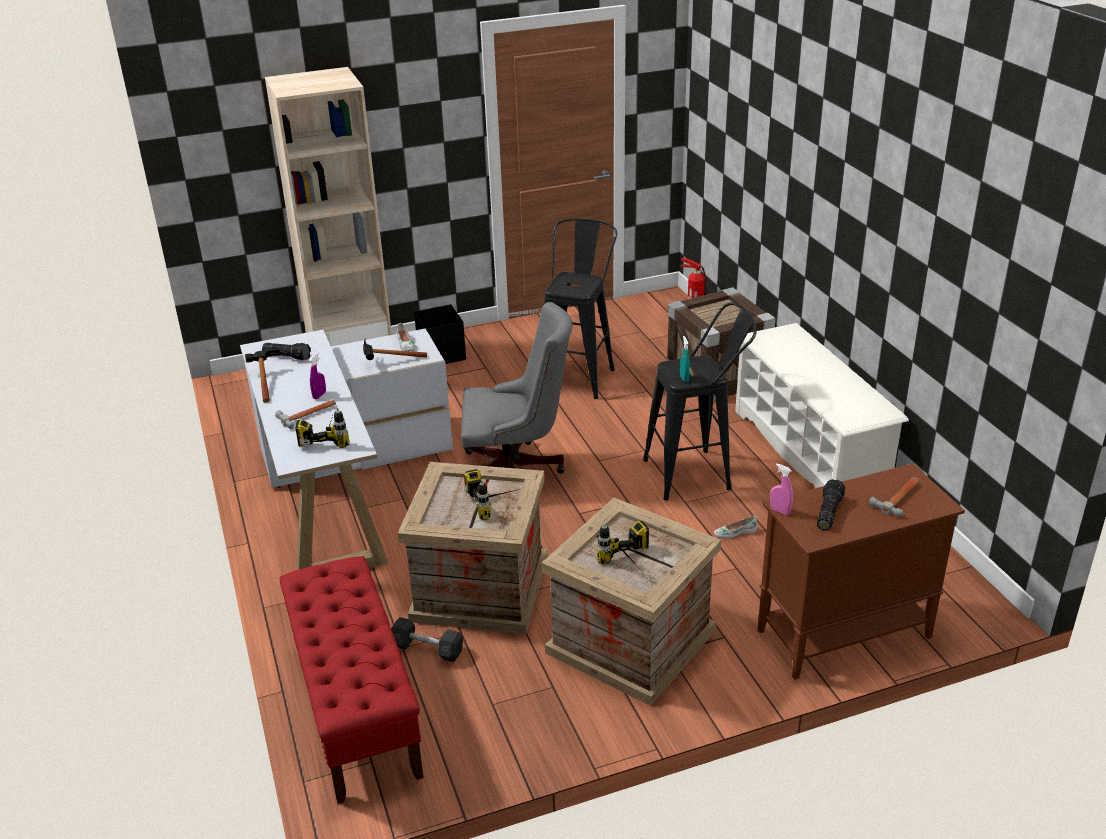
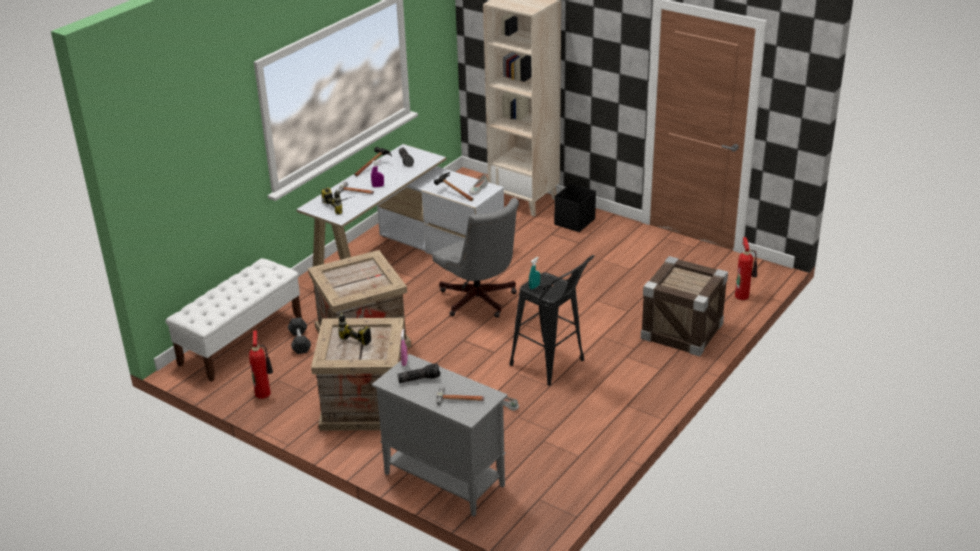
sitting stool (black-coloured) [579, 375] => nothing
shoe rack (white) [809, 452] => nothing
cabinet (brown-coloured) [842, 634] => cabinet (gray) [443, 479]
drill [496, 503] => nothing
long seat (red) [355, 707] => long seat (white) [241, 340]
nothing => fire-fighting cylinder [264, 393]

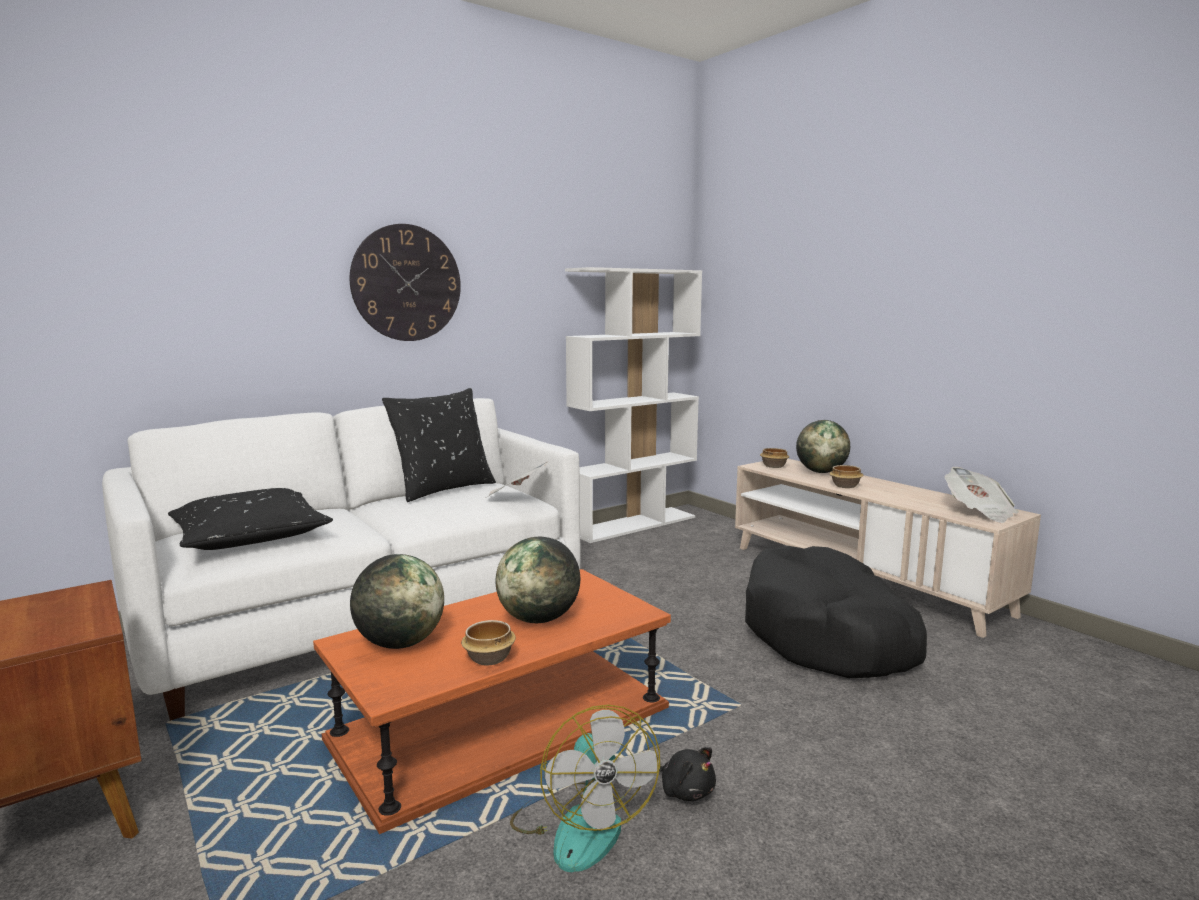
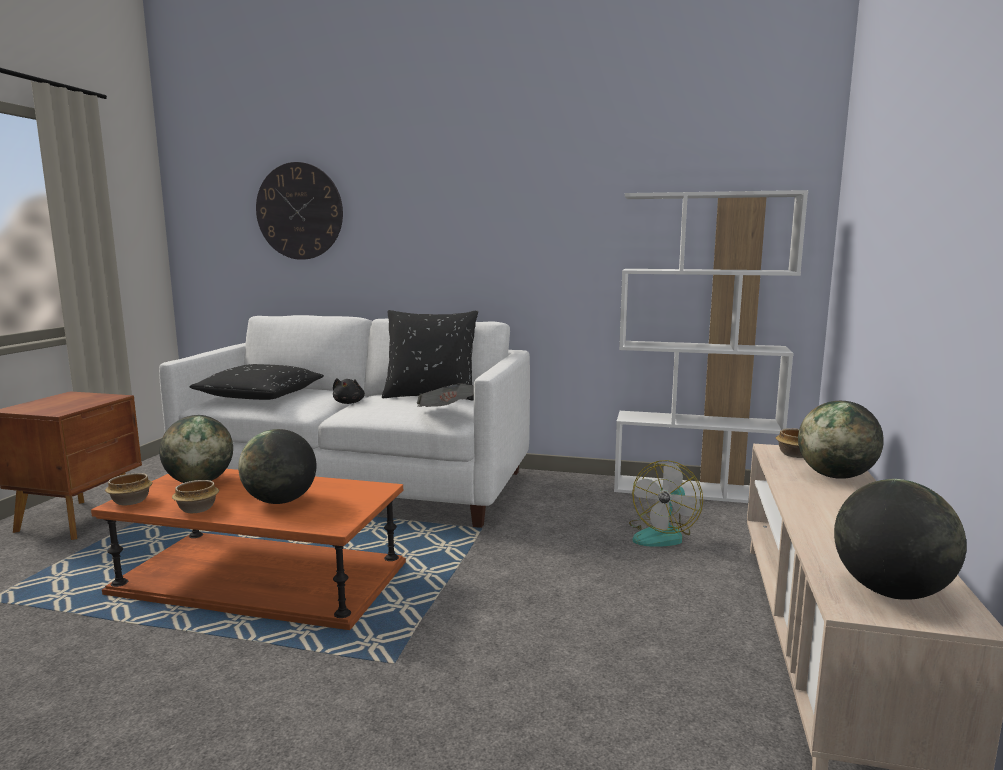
clock on the wall [406, 283] => clock on the wall [299, 211], moved
deep dish [846, 486] => deep dish [130, 502], moved
daily paper [979, 512] => globe [891, 592]
dog cushion (black-coloured) [828, 635] => nothing
electric fan [581, 824] => electric fan [662, 535], moved
soft toy (black-coloured) [685, 790] => soft toy (black-coloured) [349, 403], moved

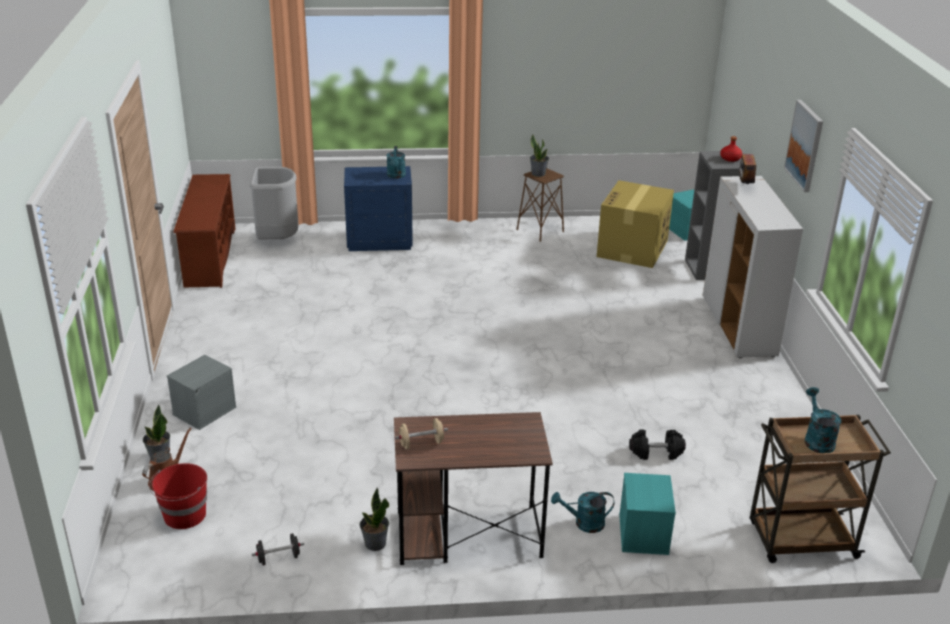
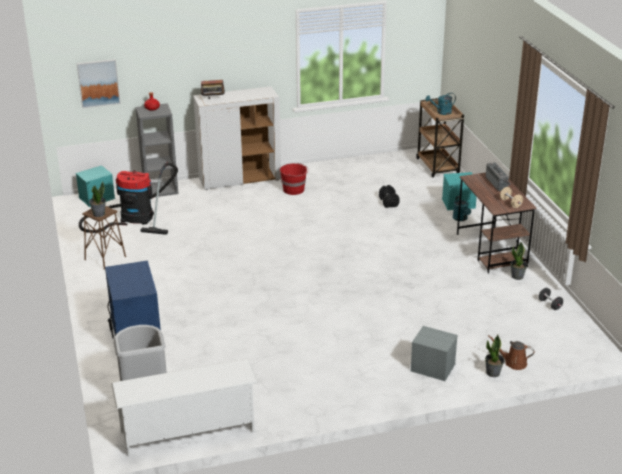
wall picture [805, 145] => wall picture [98, 83], moved
watering can (blue-green) [396, 176] => nothing
shoe rack (brown-coloured) [209, 257] => shoe rack (white) [188, 433]
carton [632, 249] => vacuum cleaner [133, 218]
bucket (red) [184, 516] => bucket (red) [294, 190], moved
nothing => radio receiver [498, 183]

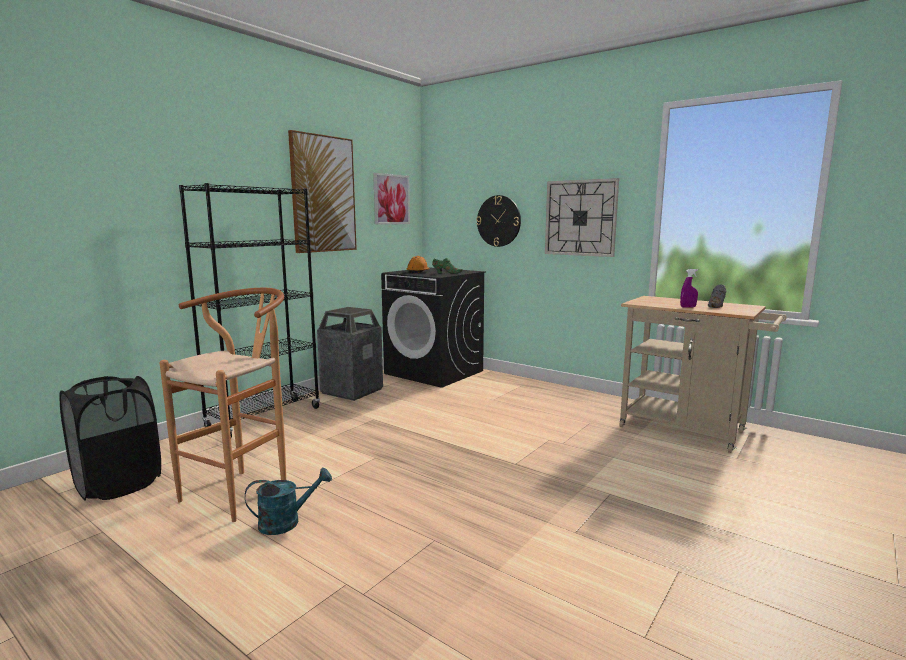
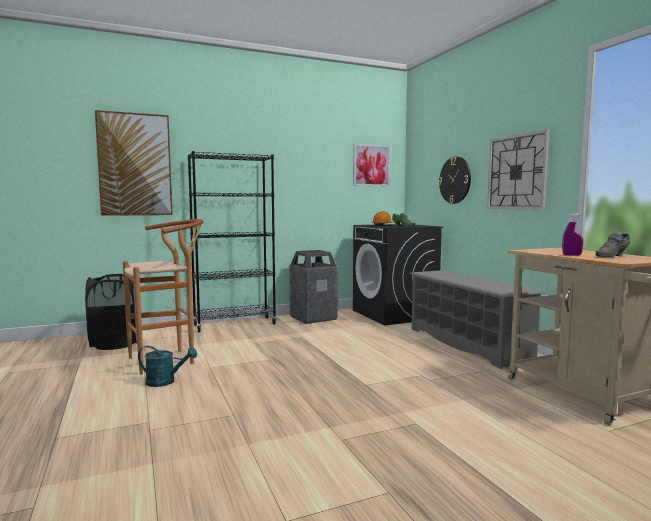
wall picture [323, 194] => wall picture [135, 165], moved
nothing => shoe rack (gray) [467, 344]

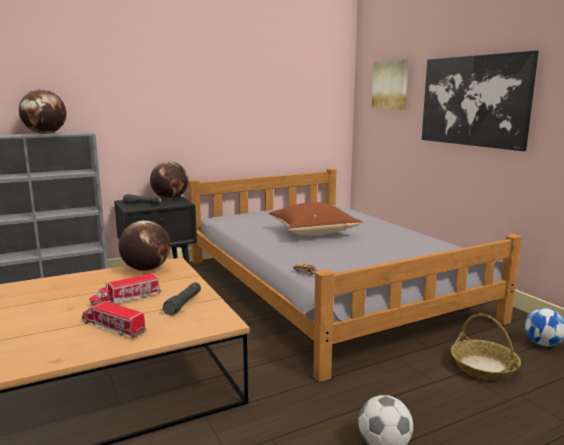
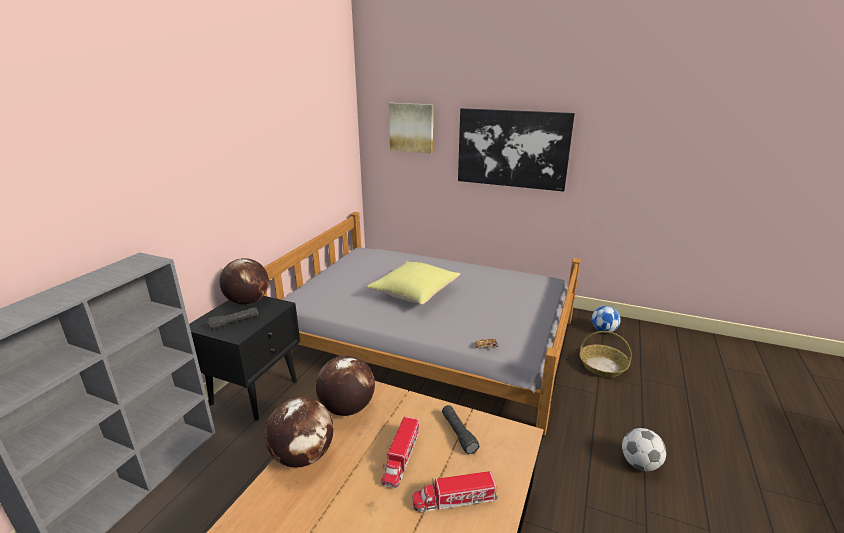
globe [45, 134] => globe [303, 456], moved
throw pillow (brown-coloured) [314, 233] => throw pillow (yellowish) [414, 293]

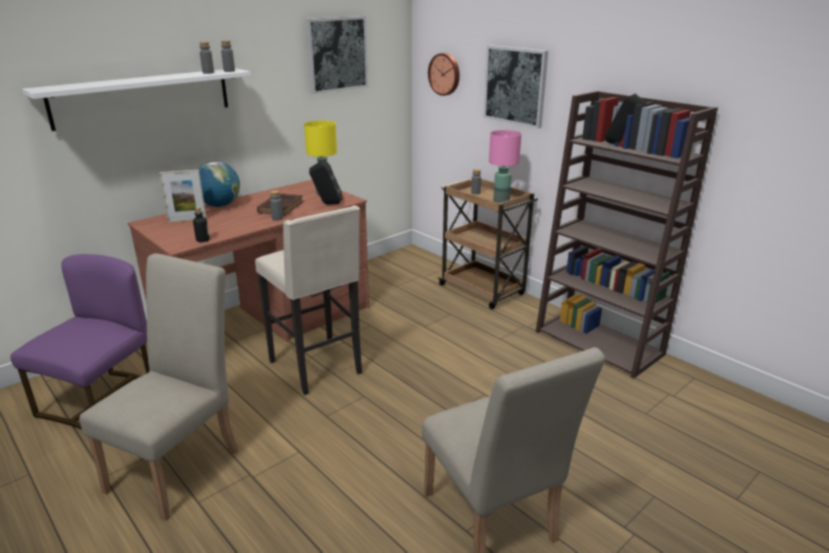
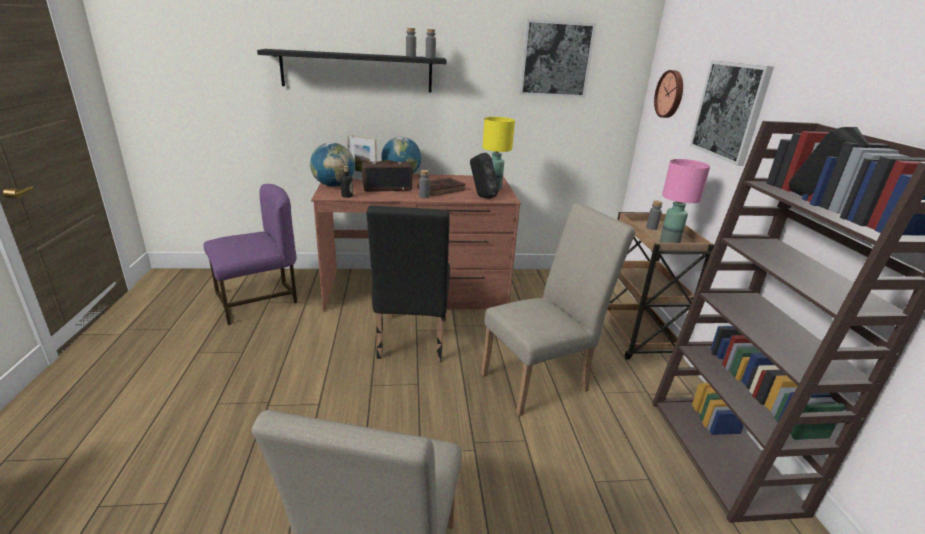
bracket shelf (white) [143, 97] => bracket shelf (black-coloured) [357, 71]
sitting stool (beige-coloured) [318, 368] => plain chair (black-coloured) [411, 342]
plain chair (beige-coloured) [181, 464] => plain chair (beige-coloured) [541, 380], moved
nothing => globe [334, 186]
nothing => radio receiver [387, 188]

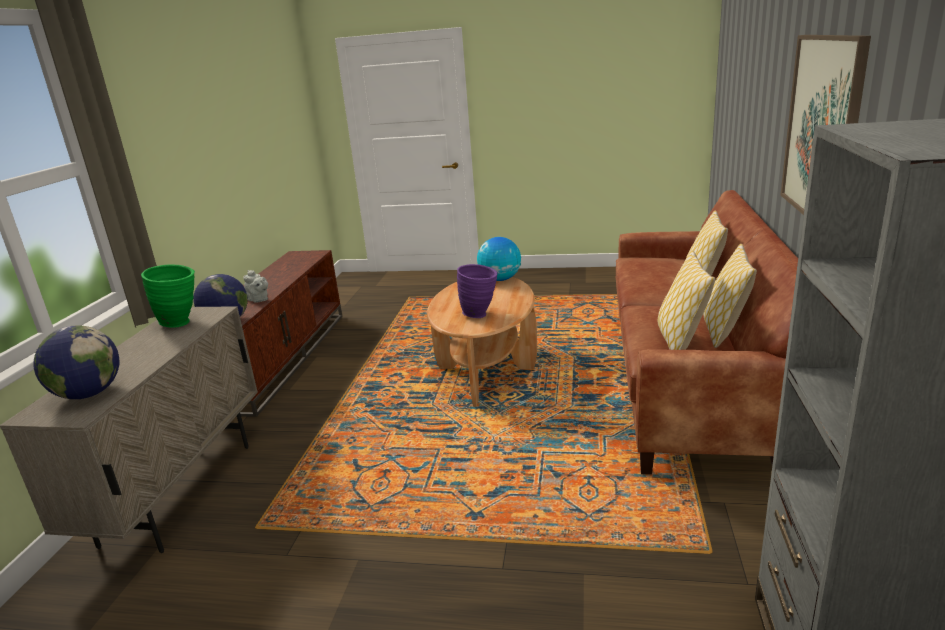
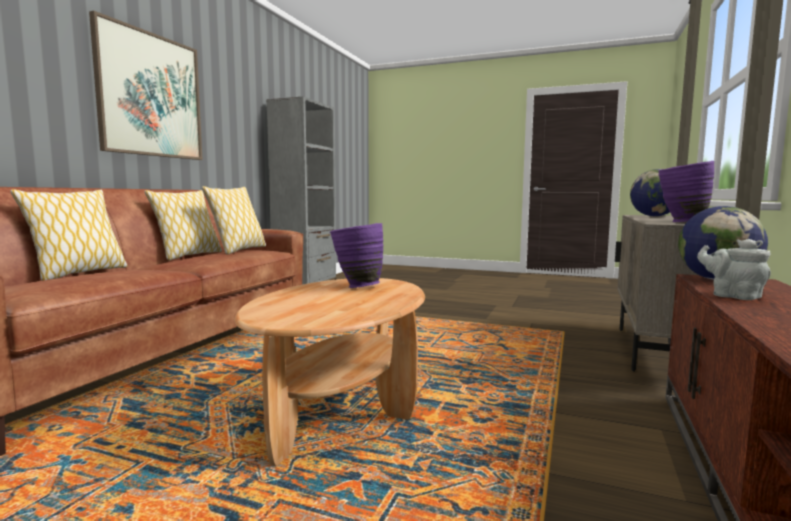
globe [500, 279] => nothing
flower vase (greenish) [182, 323] => flower vase (purple-coloured) [680, 222]

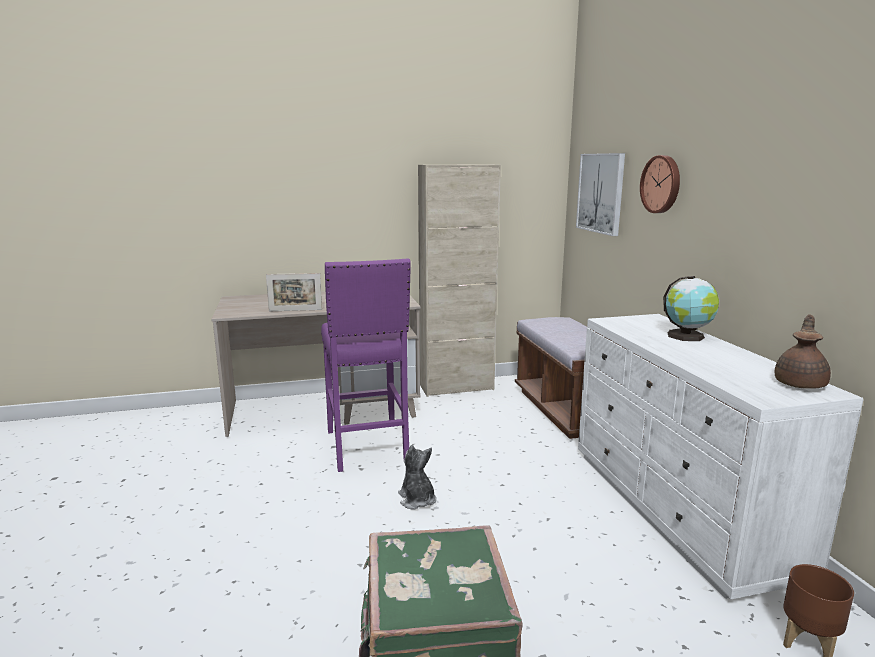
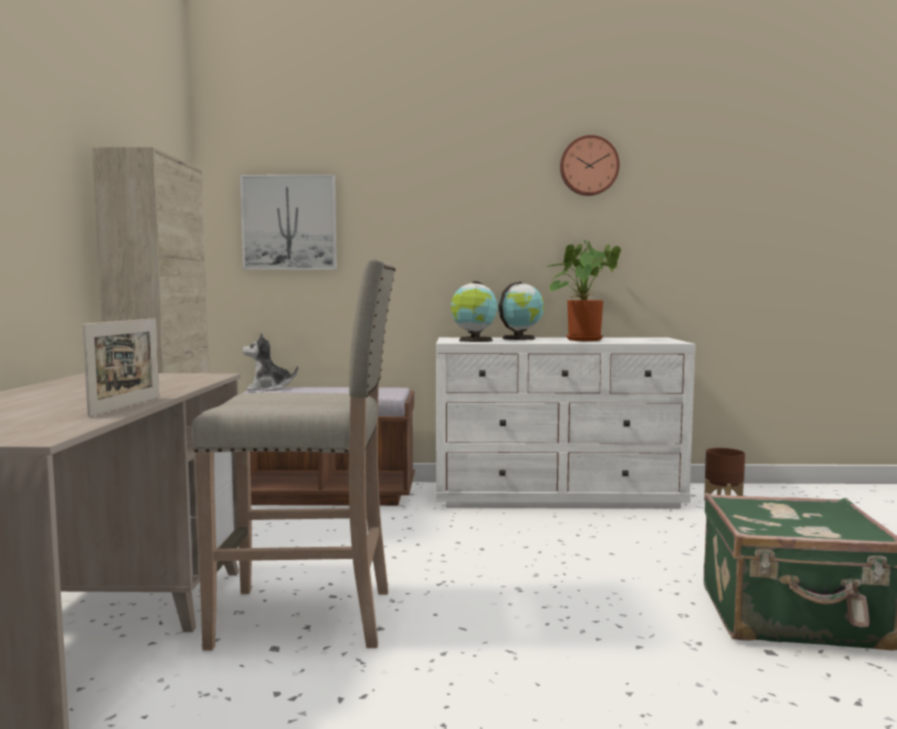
clock on the wall [662, 184] => clock on the wall [588, 166], moved
sitting stool (purple-coloured) [367, 447] => sitting stool (beige-coloured) [308, 618]
teapot (brown-coloured) [800, 383] => nothing
soft toy [417, 500] => soft toy [268, 388], moved
nothing => plant in a pot [582, 339]
nothing => globe [474, 340]

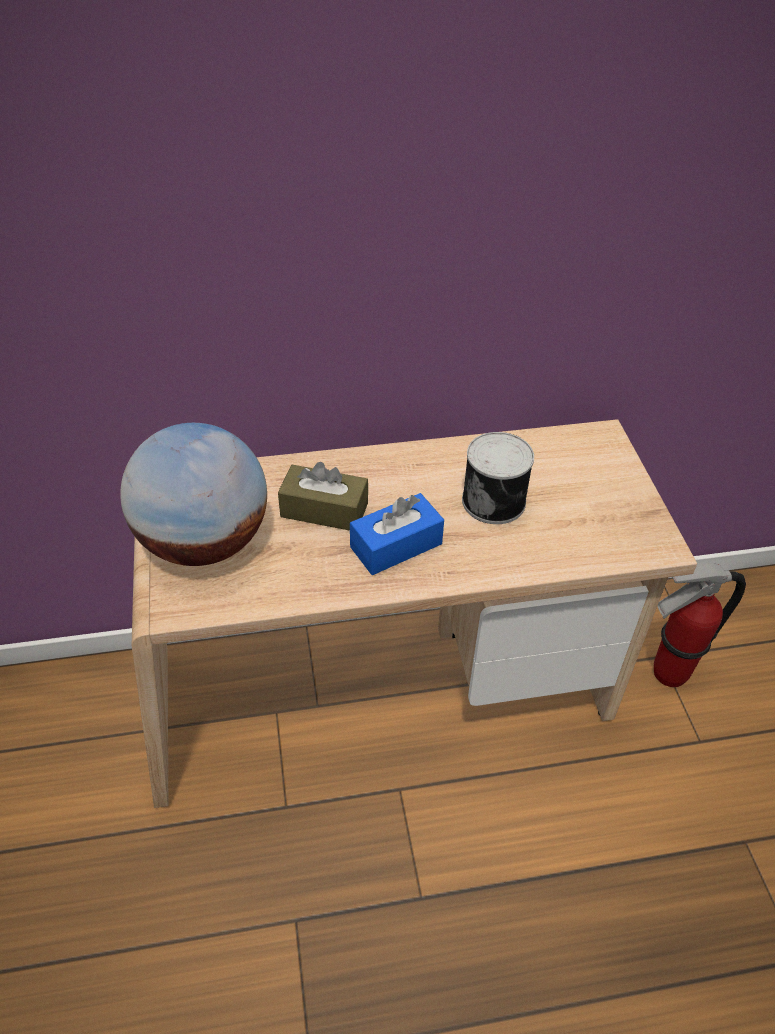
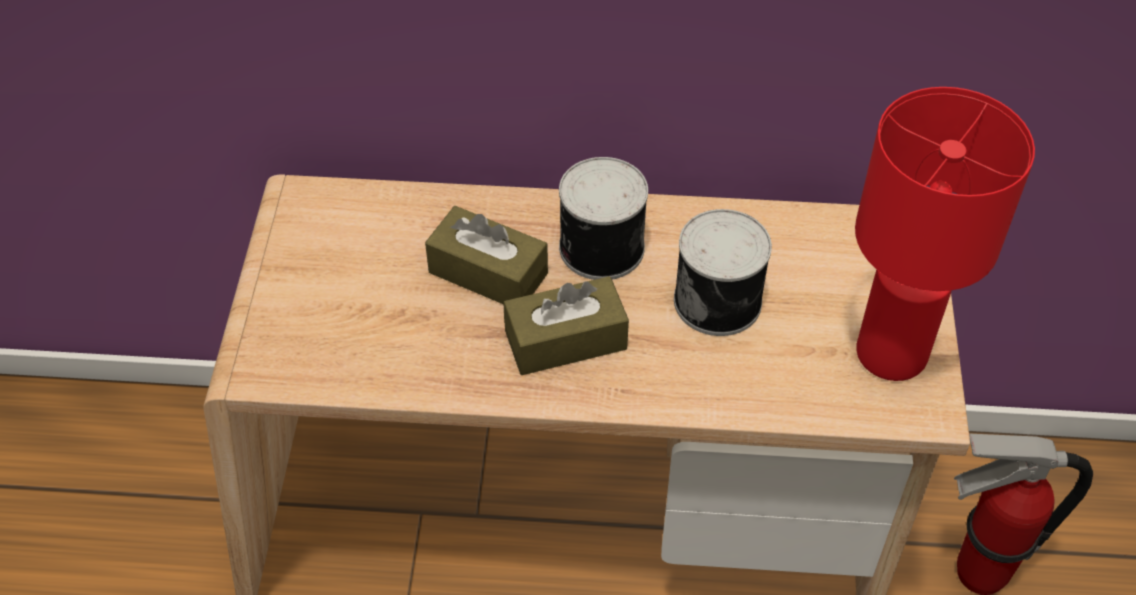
globe [204, 542] => nothing
box of tissues (bluish) [396, 545] => box of tissues (brown-coloured) [565, 340]
nothing => table lamp (red) [893, 353]
nothing => metal can [599, 247]

